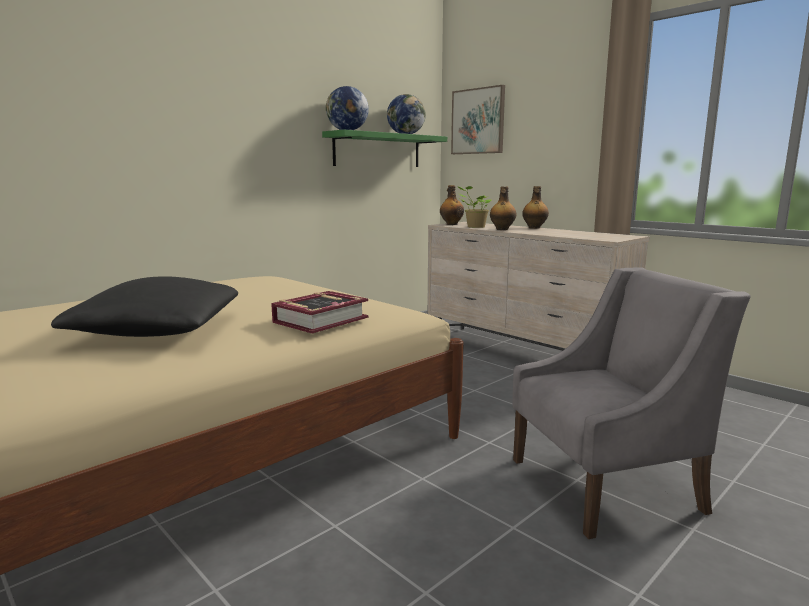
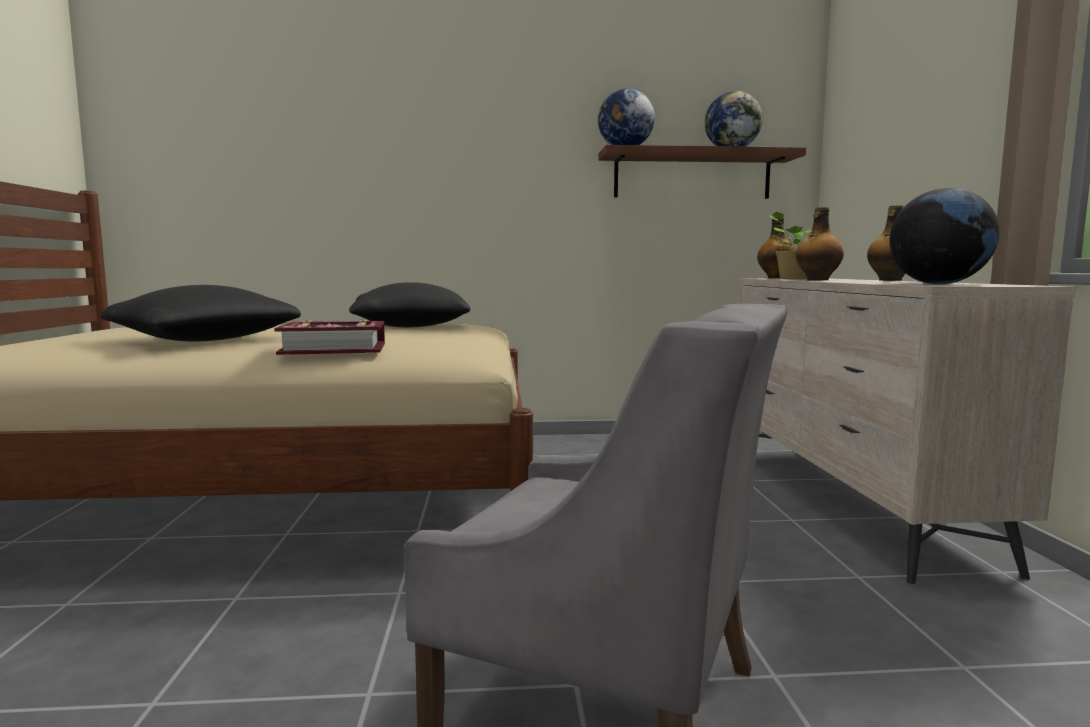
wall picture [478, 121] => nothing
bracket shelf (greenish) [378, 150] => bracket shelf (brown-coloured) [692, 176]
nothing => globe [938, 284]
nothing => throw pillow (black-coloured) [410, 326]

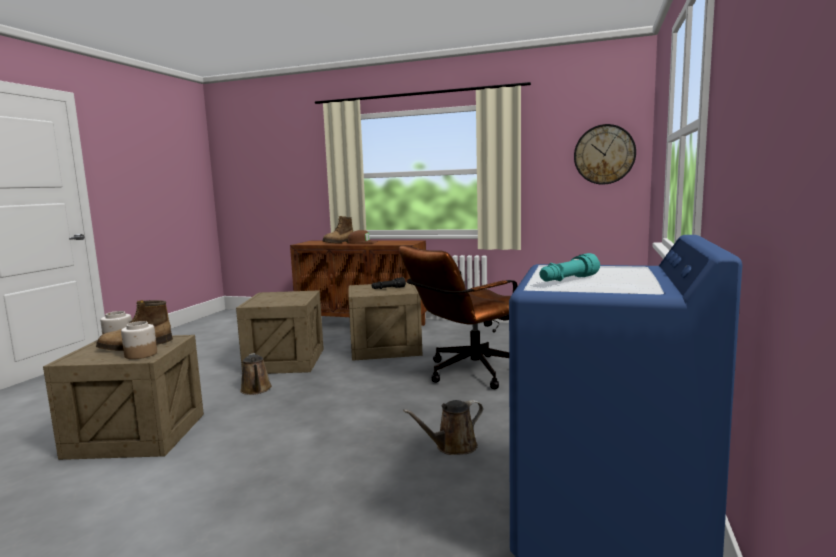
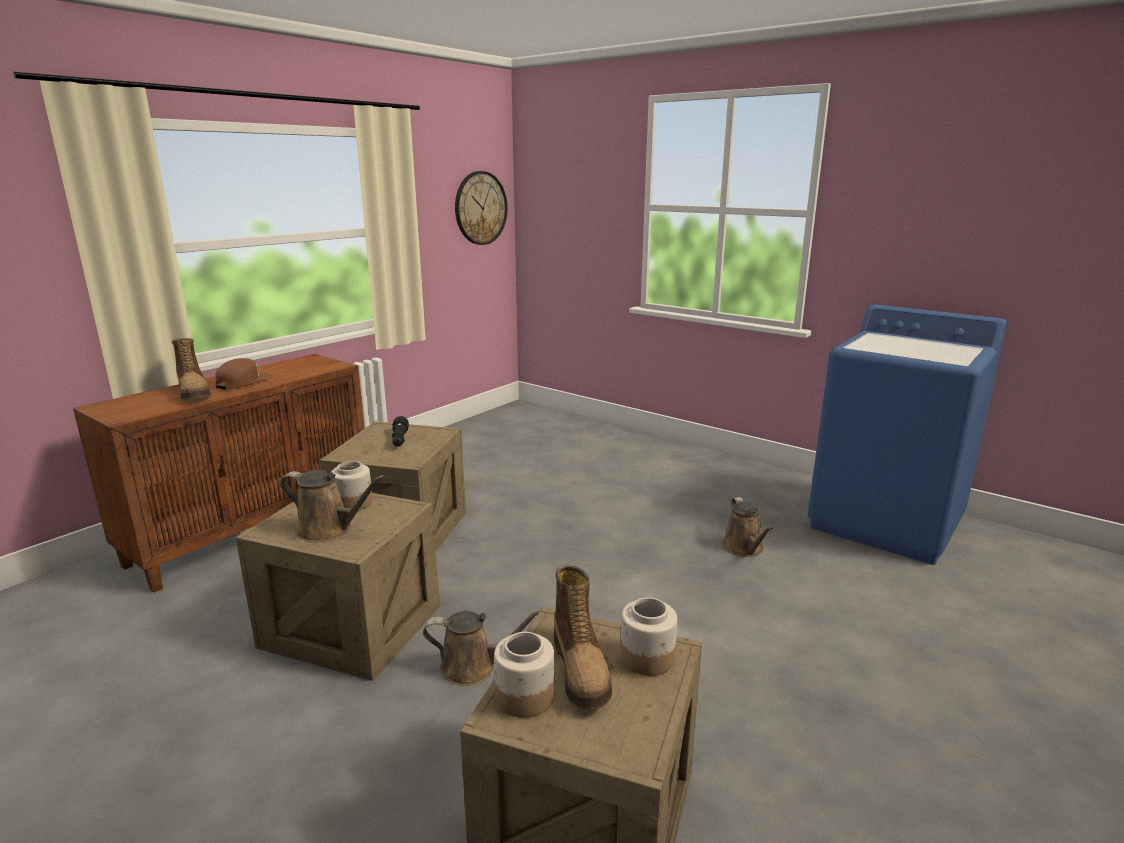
office chair (brown-coloured) [467, 373] => nothing
hand torch (blue-green) [567, 280] => nothing
nothing => jar [354, 503]
nothing => watering can (brown-coloured) [328, 529]

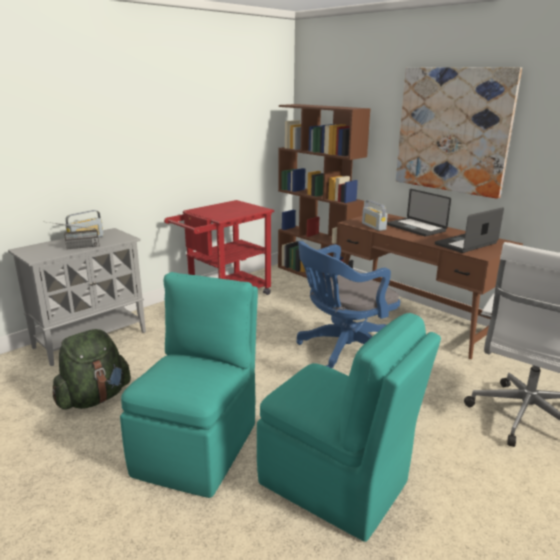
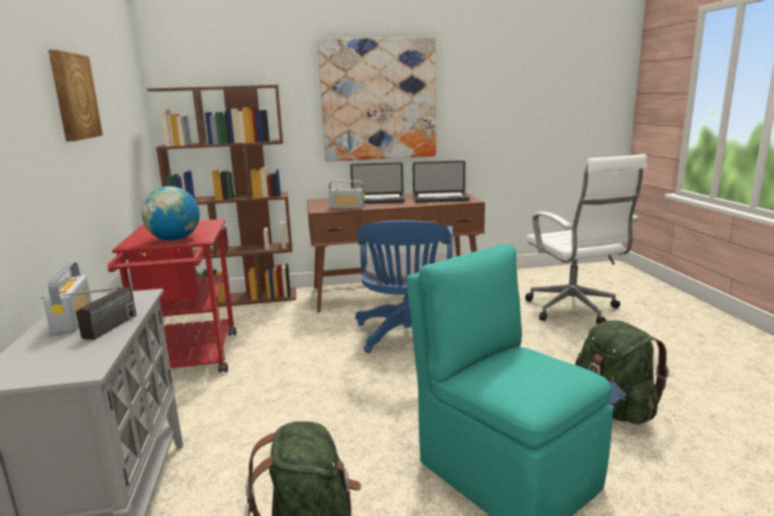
laptop [466, 244] => laptop [440, 198], 90 degrees counterclockwise
plain chair (blue-green) [336, 485] => backpack (greenish) [613, 409]
nothing => wall picture [73, 96]
nothing => globe [175, 239]

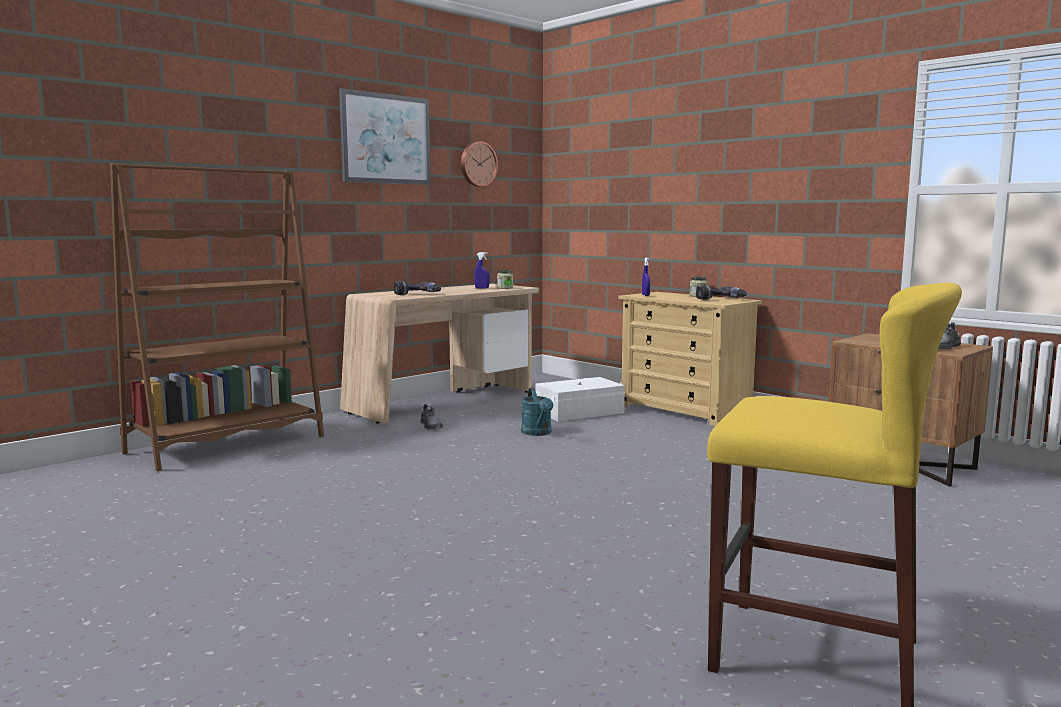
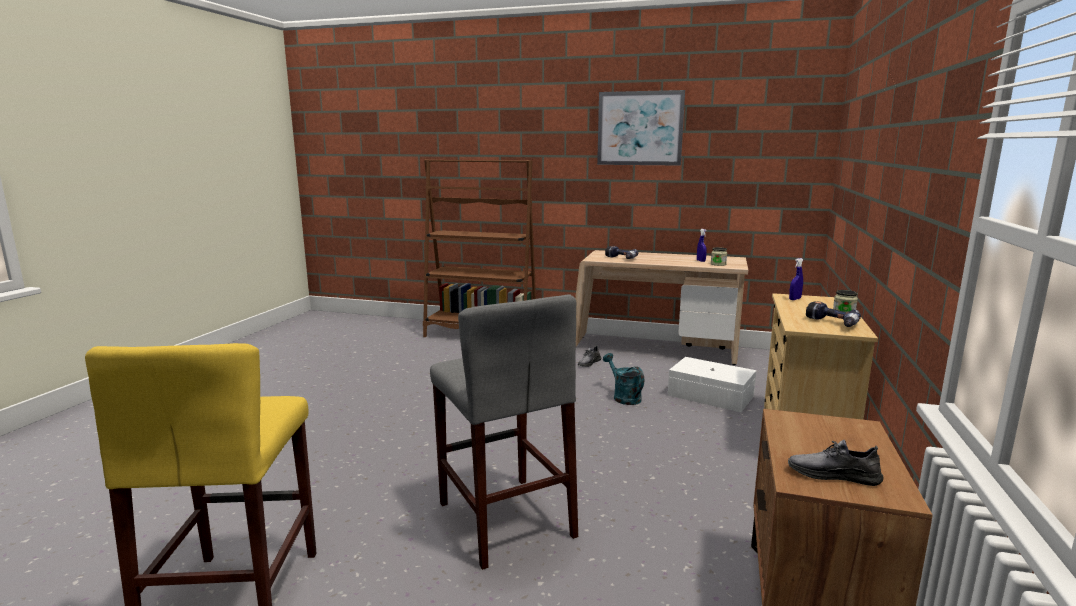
clock on the wall [477, 164] => nothing
watering can (blue-green) [538, 433] => watering can (blue-green) [623, 397], 105 degrees clockwise
nothing => sitting stool (gray) [505, 519]

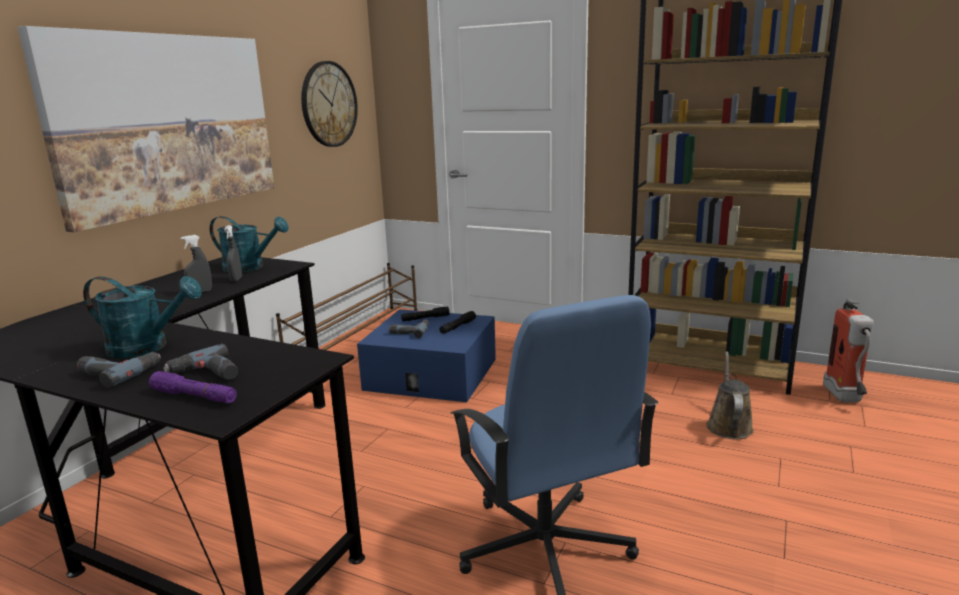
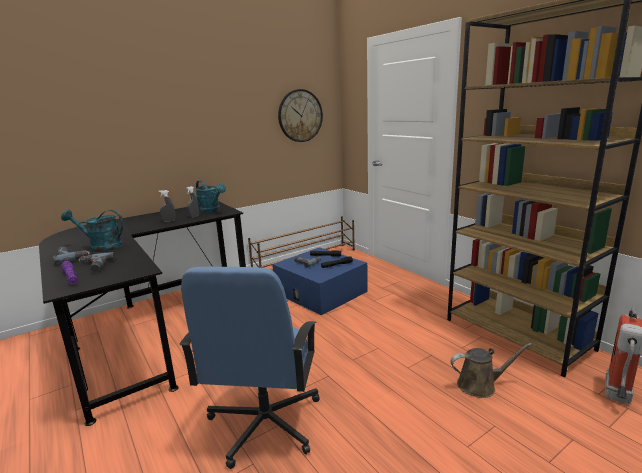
wall picture [167, 123] => nothing
watering can (blue-green) [147, 347] => watering can (blue-green) [101, 247], 150 degrees clockwise
watering can (brown-coloured) [728, 425] => watering can (brown-coloured) [480, 385], 45 degrees clockwise

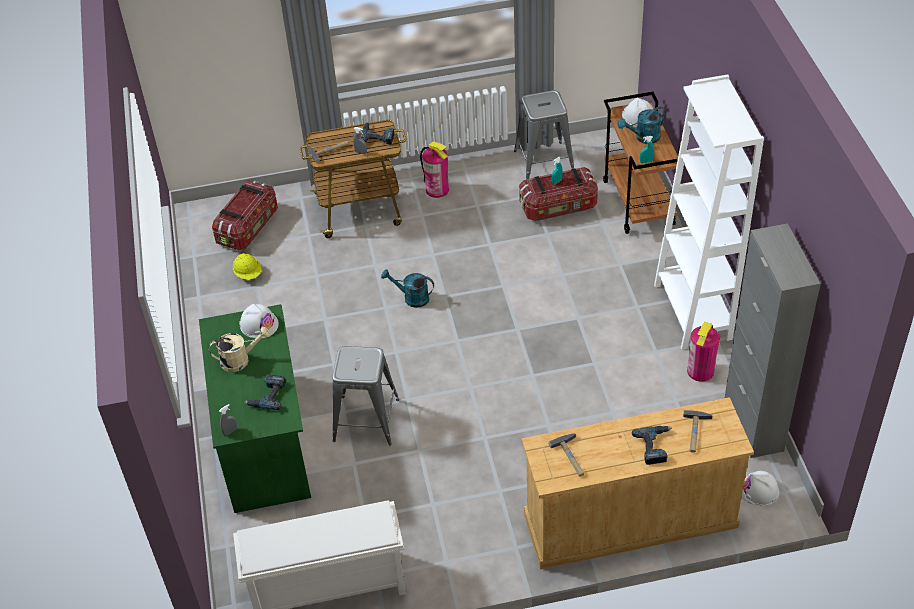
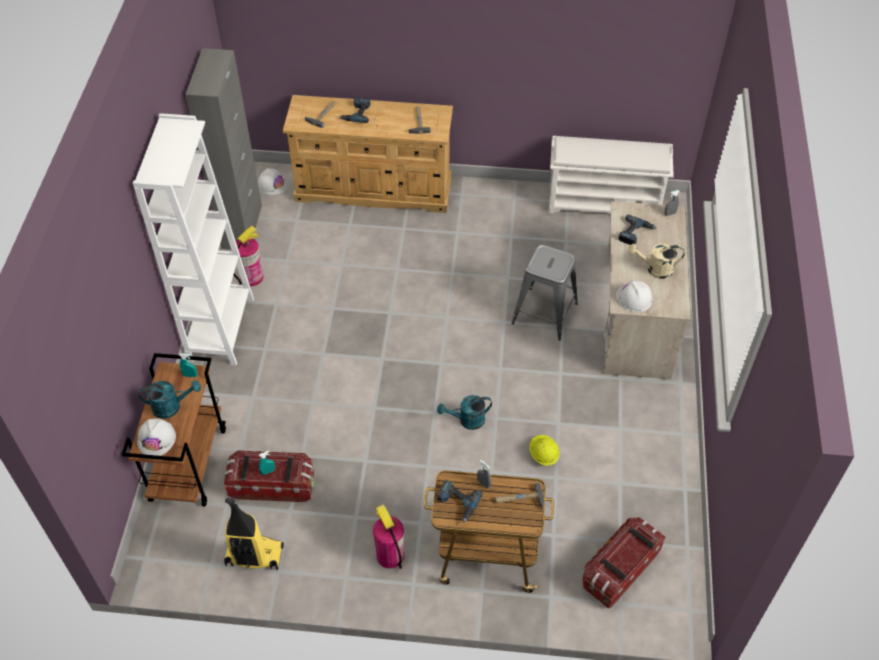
sitting stool (gray) [543, 162] => vacuum cleaner [253, 556]
safety helmet (yellowish) [248, 274] => safety helmet (yellowish) [543, 455], moved
watering can (blue-green) [411, 298] => watering can (blue-green) [467, 420], 135 degrees clockwise
desk unit (greenish) [264, 441] => desk unit (beige-coloured) [635, 320]

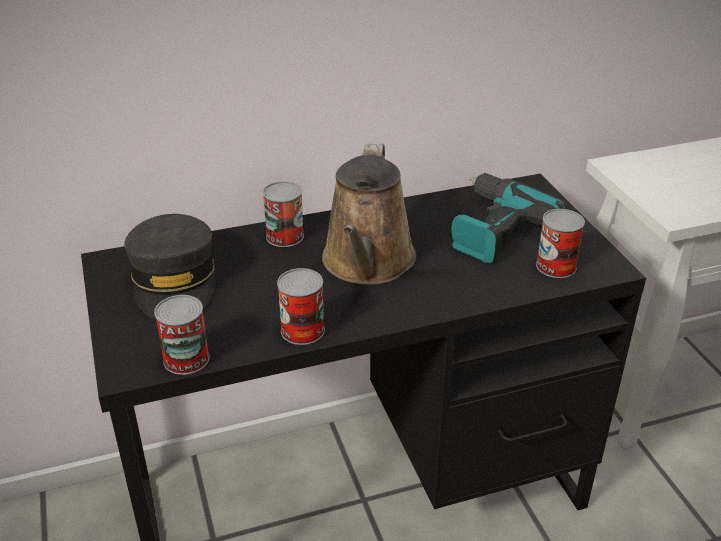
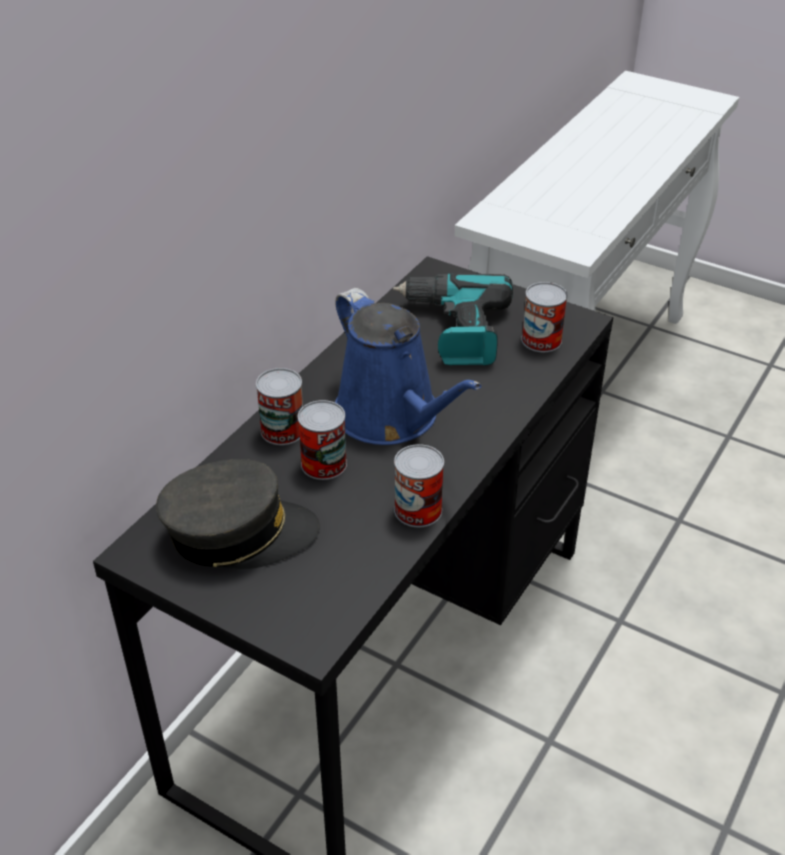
watering can (brown-coloured) [368, 263] => watering can (bluish) [392, 417]
cap (gray) [175, 282] => cap (gray) [239, 533], 45 degrees counterclockwise
metal can [186, 359] => metal can [324, 464], moved

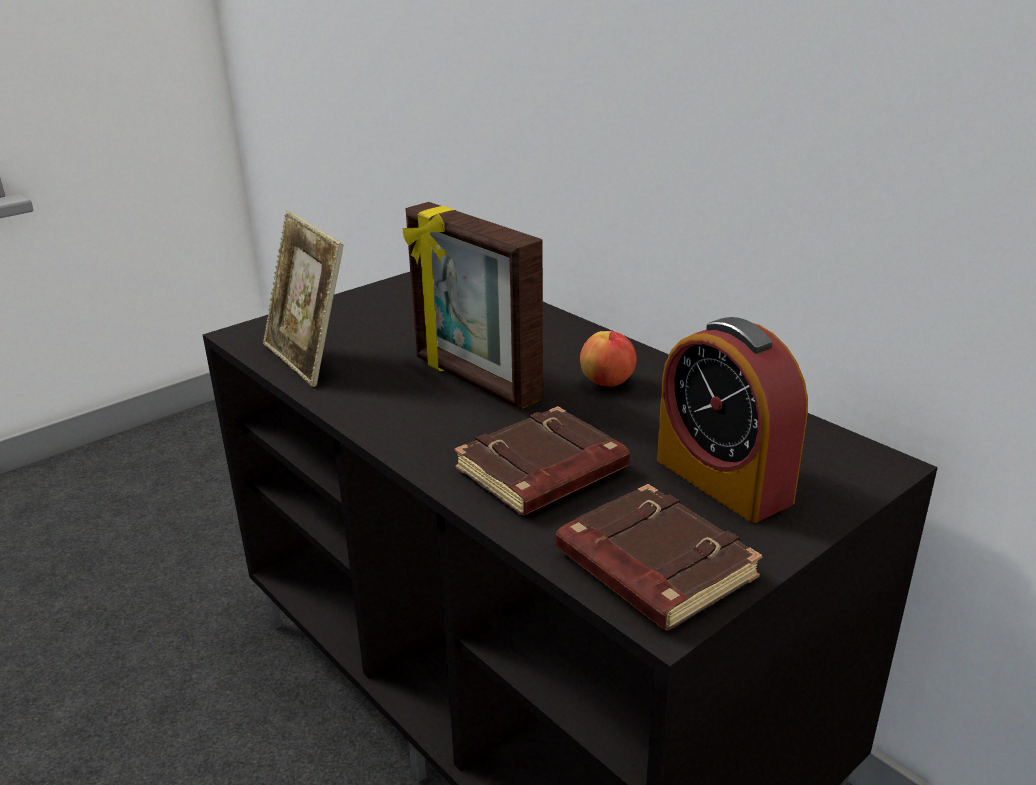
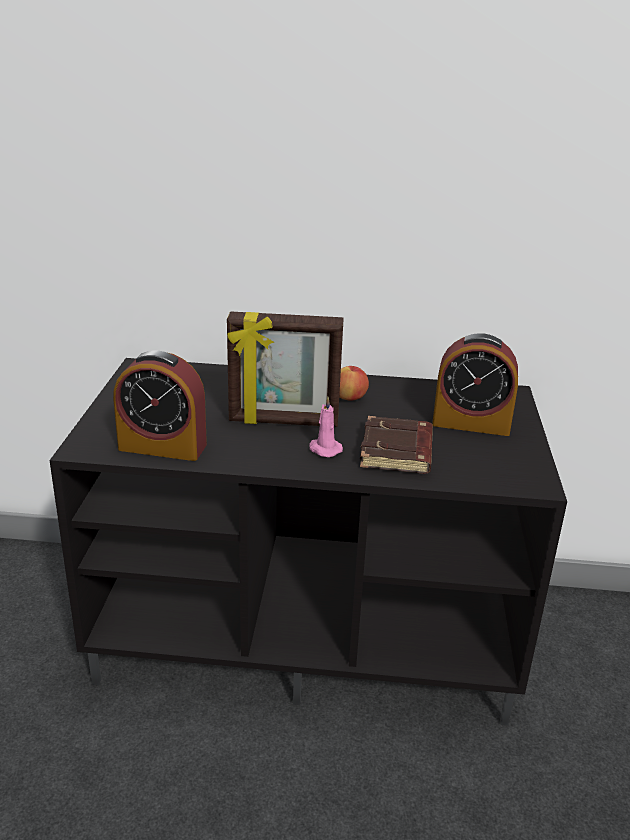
standing frame [309, 359] => table clock [162, 447]
volume (brown-coloured) [651, 566] => nothing
nothing => wax light (pink) [324, 449]

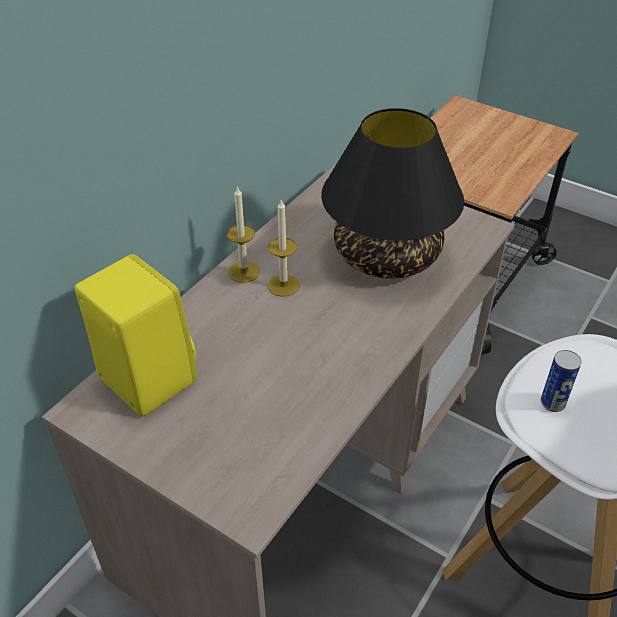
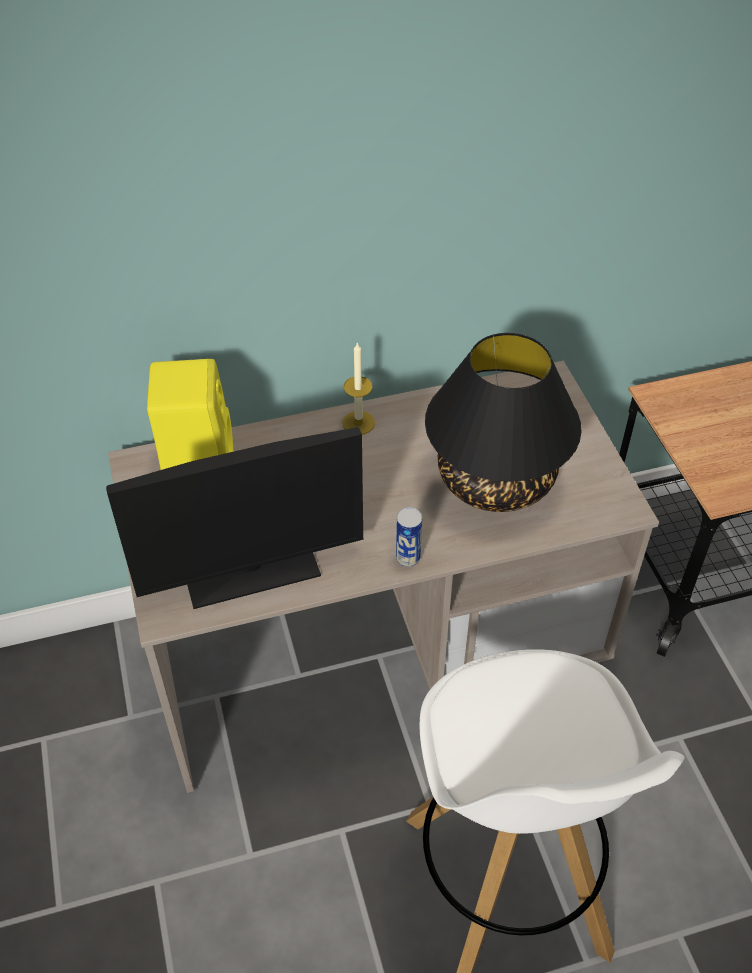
wax light [283, 285] => nothing
metal can [552, 403] => metal can [408, 557], moved
nothing => monitor [251, 569]

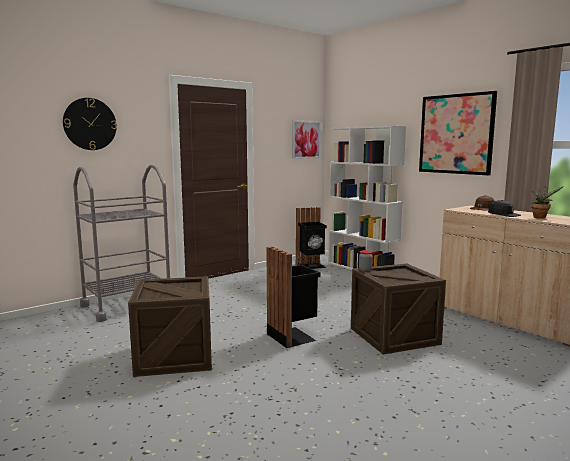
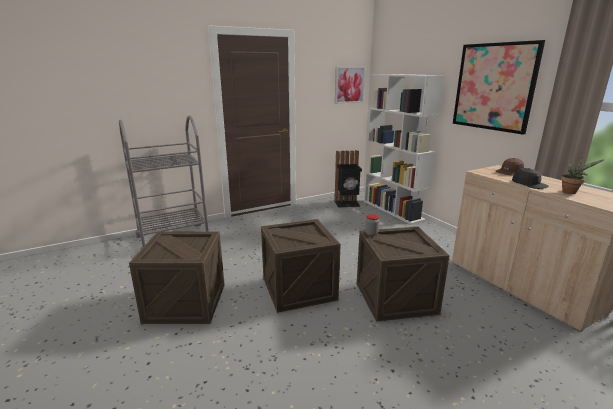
clock on the wall [90, 124] => nothing
trash can (black-coloured) [293, 336] => crate [299, 288]

